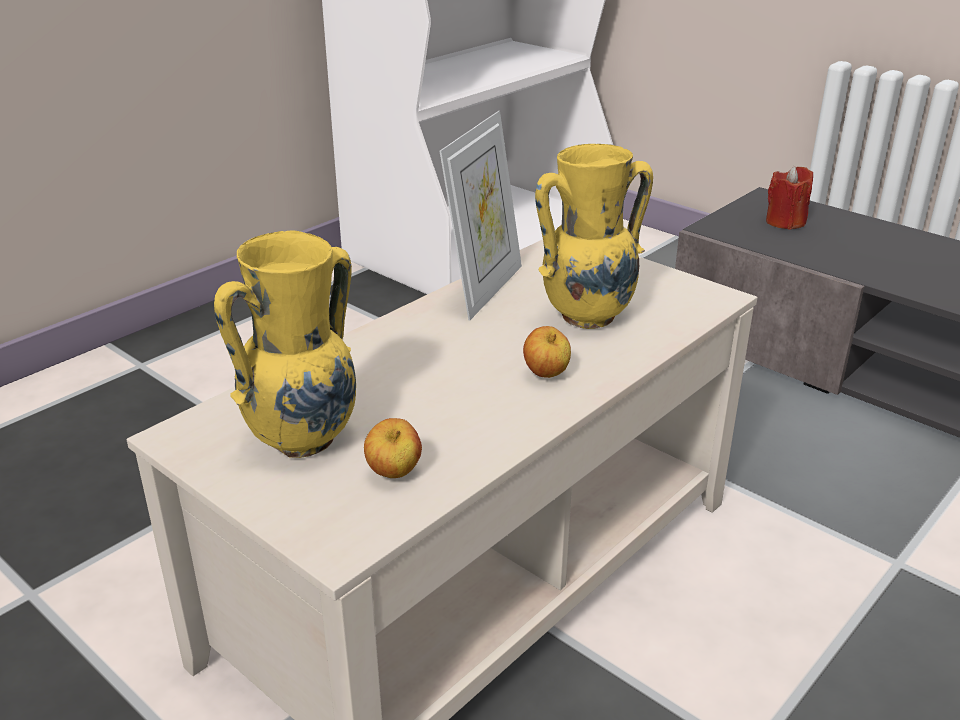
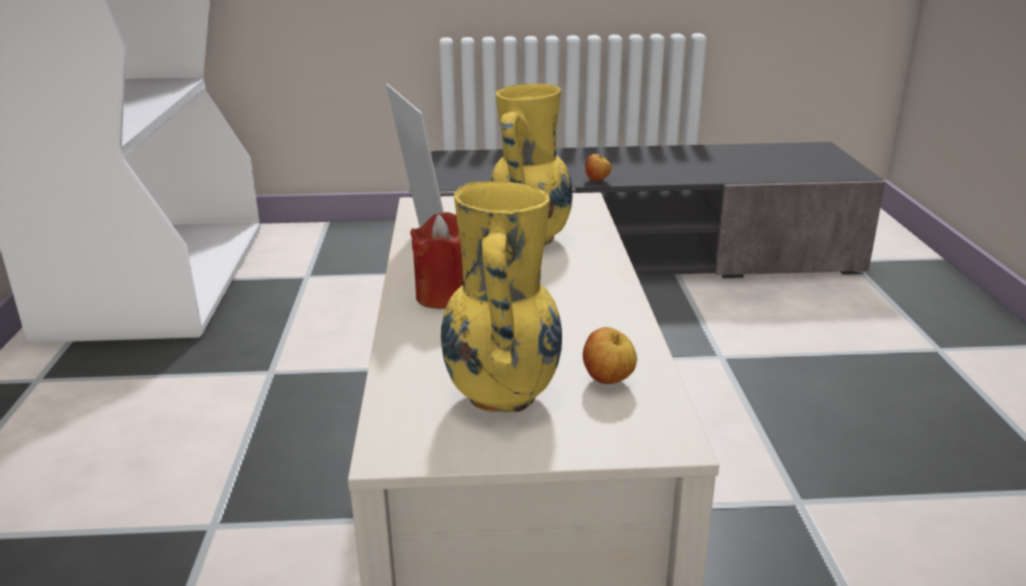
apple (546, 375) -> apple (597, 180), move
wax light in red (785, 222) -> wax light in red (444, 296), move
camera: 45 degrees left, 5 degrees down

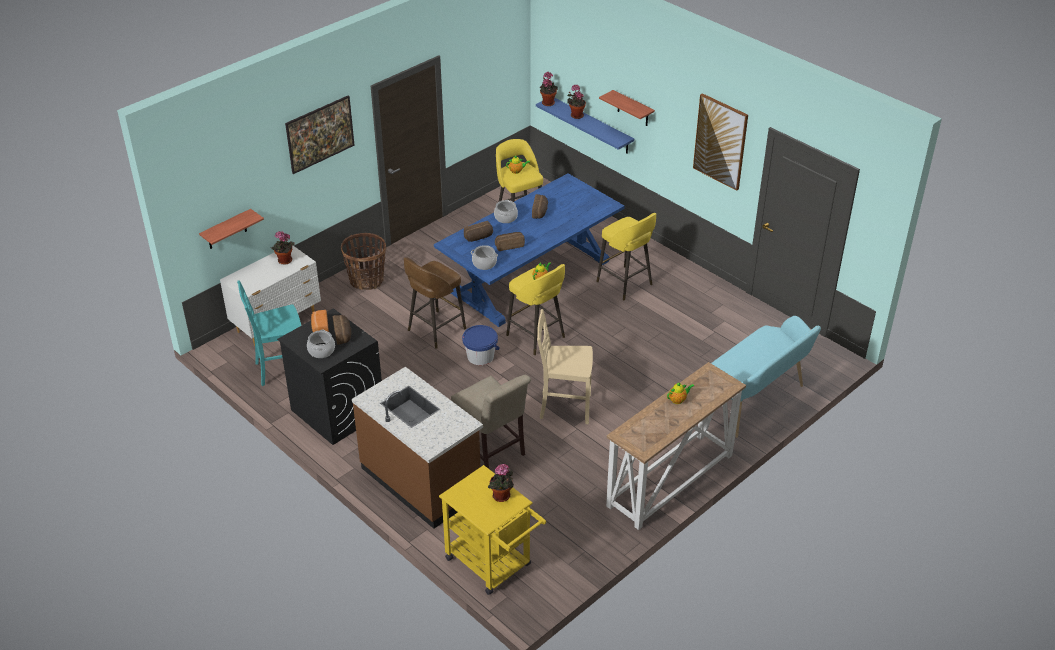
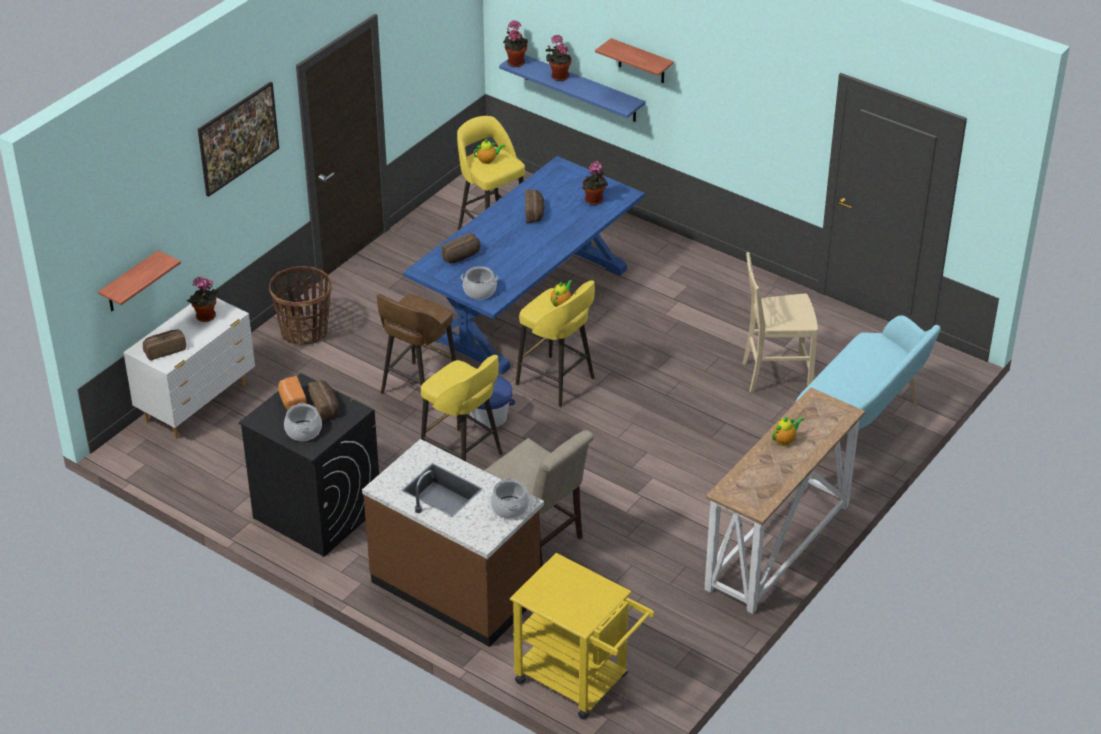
upright chair in turquoise (280, 369) -> none
houseplant (501, 497) -> houseplant (594, 201), move
stockpot (506, 218) -> stockpot (510, 507), move
bread (509, 245) -> bread (164, 350), move
upright chair in sand-coloured (564, 407) -> upright chair in sand-coloured (774, 375), move
stool in yellowish (625, 284) -> stool in yellowish (463, 457), move
wall art (720, 141) -> none
camera: 10 degrees left, 0 degrees up

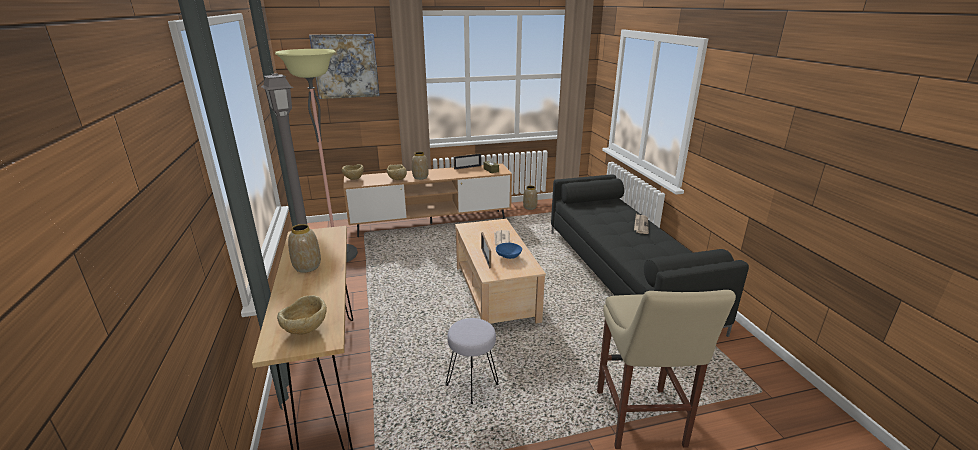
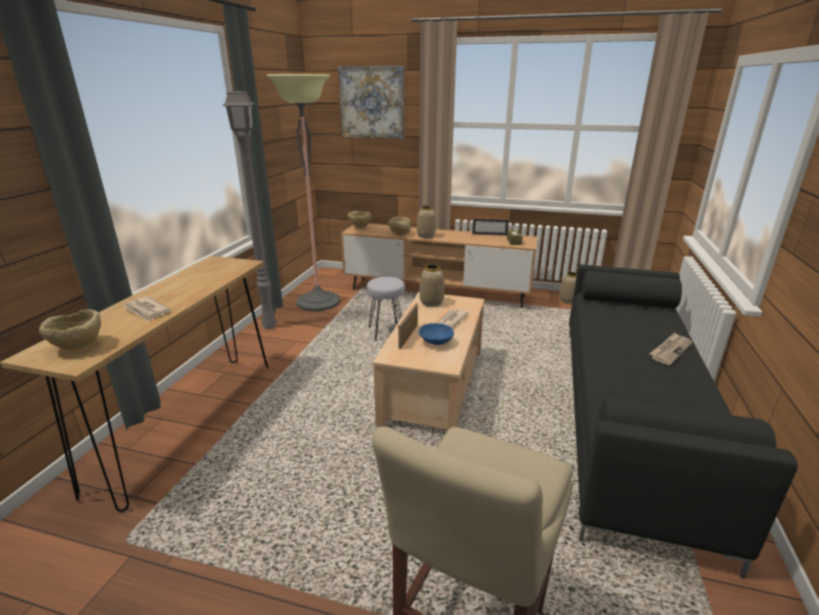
vase (307, 267) -> vase (431, 303), move
stool in greyish (472, 385) -> stool in greyish (387, 332), move
none -> daily paper (147, 311)
camera: 30 degrees right, 0 degrees up

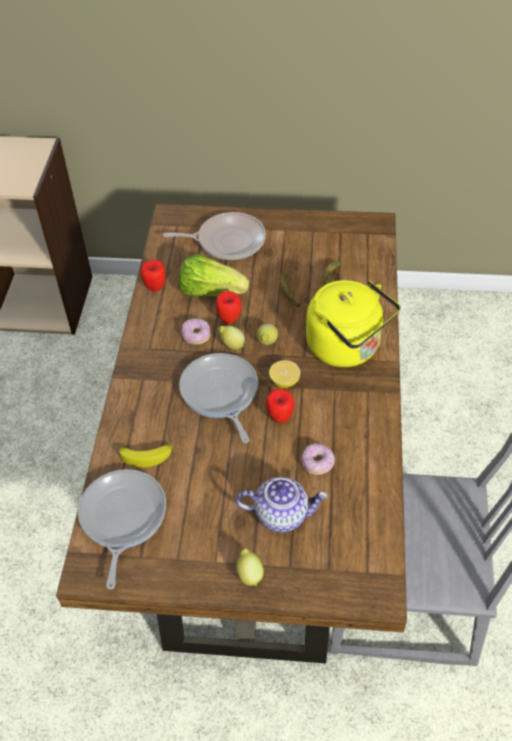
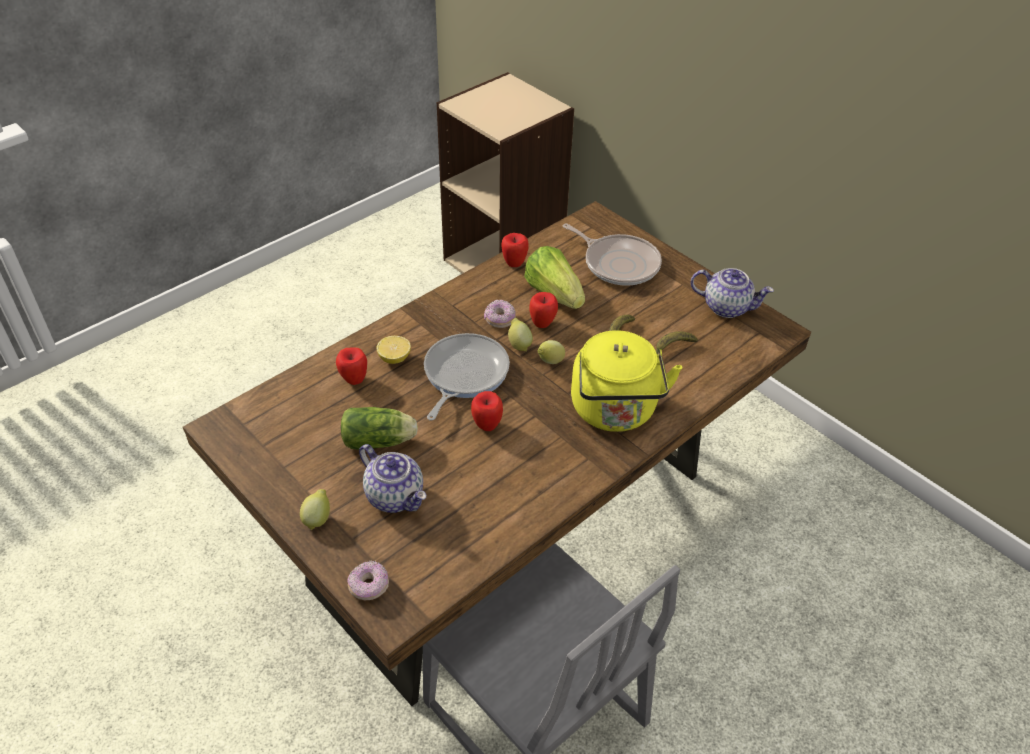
skillet (122, 518) -> none
banana fruit (147, 456) -> apple (354, 380)
whole lemon (284, 381) -> whole lemon (394, 358), move
ring doughnut (317, 463) -> ring doughnut (369, 586), move
none -> lettuce head (381, 441)
none -> teapot (727, 307)
camera: 40 degrees right, 5 degrees down

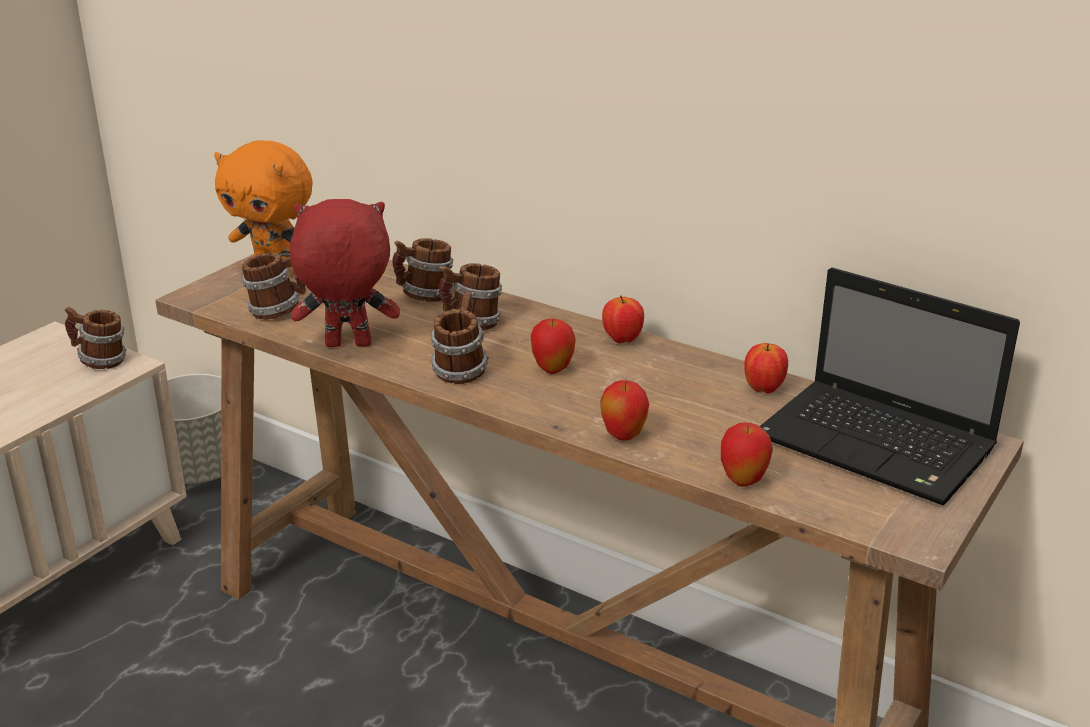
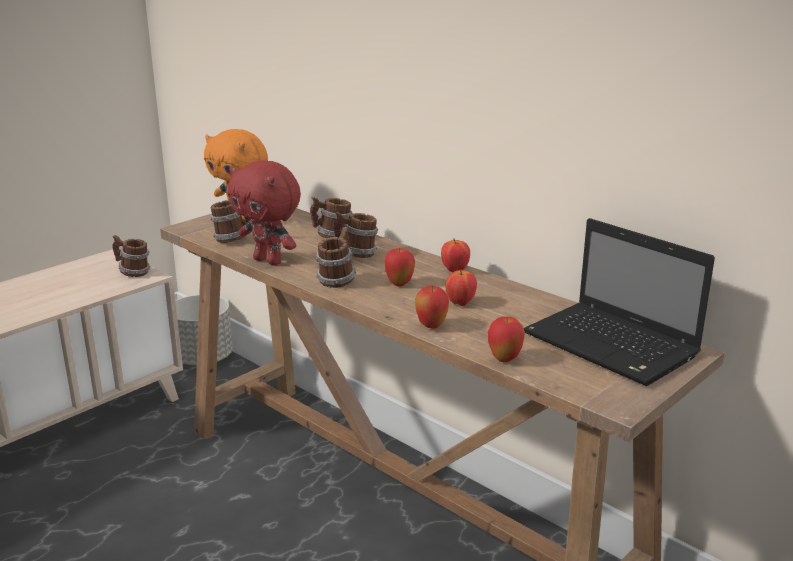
plush toy in red (347, 346) -> plush toy in red (269, 261), 150 degrees counterclockwise
apple (763, 389) -> apple (460, 303), move
camera: 10 degrees right, 5 degrees down

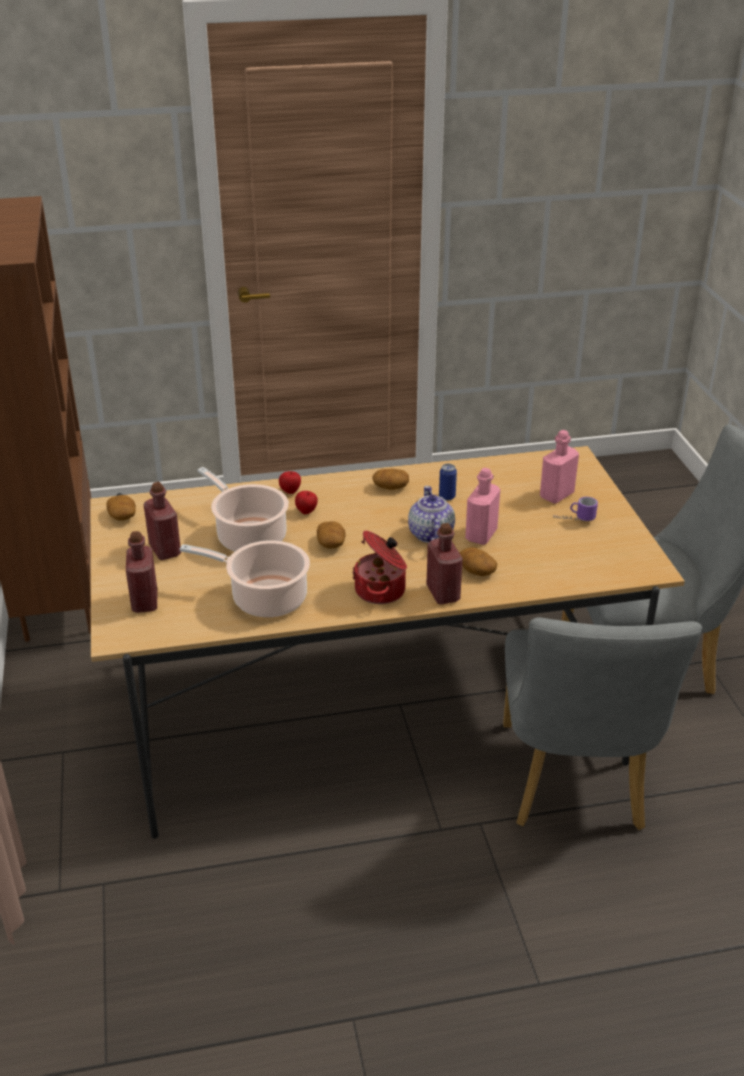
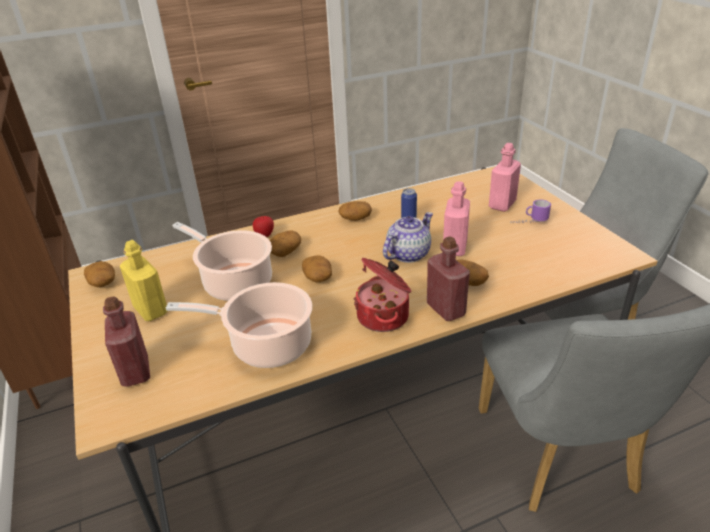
drink bottle in red (165, 550) -> drink bottle in yellowish (151, 310)
apple (307, 512) -> spud (285, 251)
teapot (430, 534) -> teapot (408, 254), 60 degrees clockwise
camera: 10 degrees left, 0 degrees up

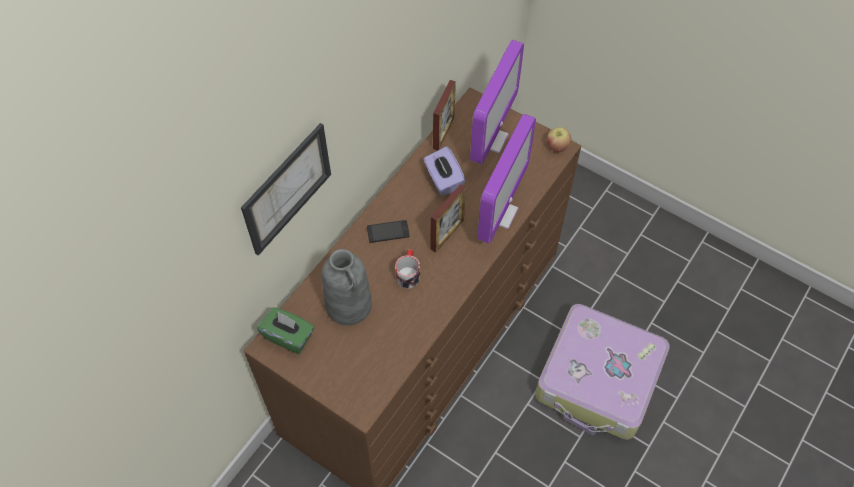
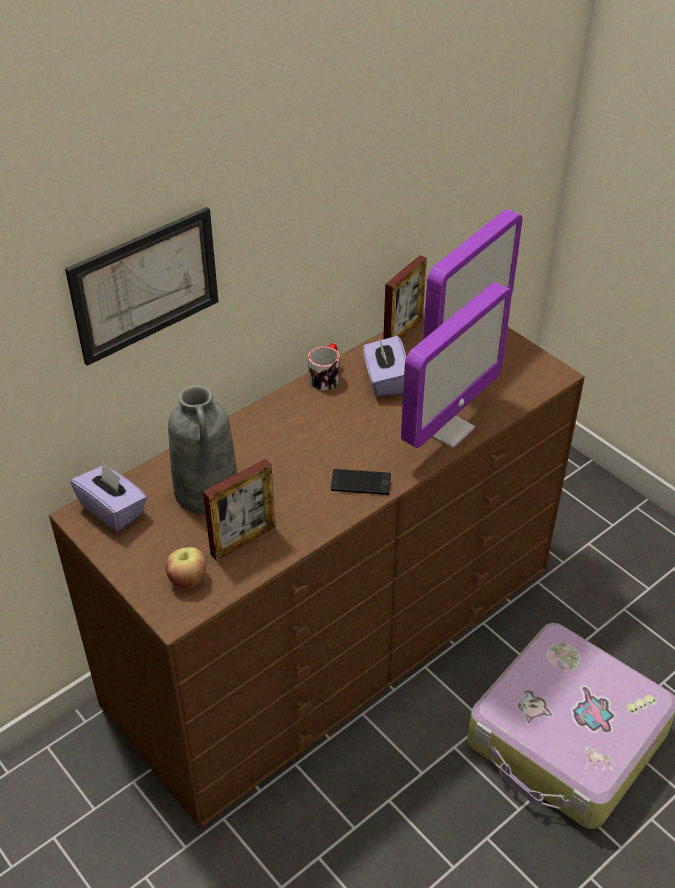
tissue holder in greenish (288, 336) -> tissue holder in purple (113, 510)
handset (388, 232) -> handset (360, 482), move
tea mug (408, 273) -> tea mug (326, 376), move
photo frame (447, 234) -> photo frame (243, 540), move
apple (557, 146) -> apple (188, 579), move
camera: 15 degrees right, 15 degrees down

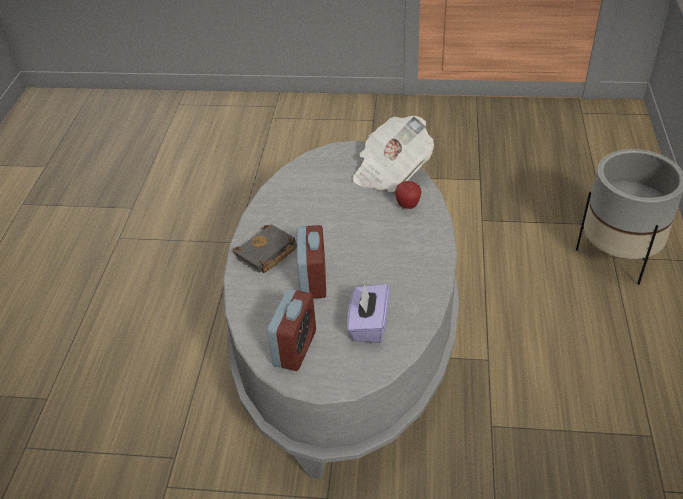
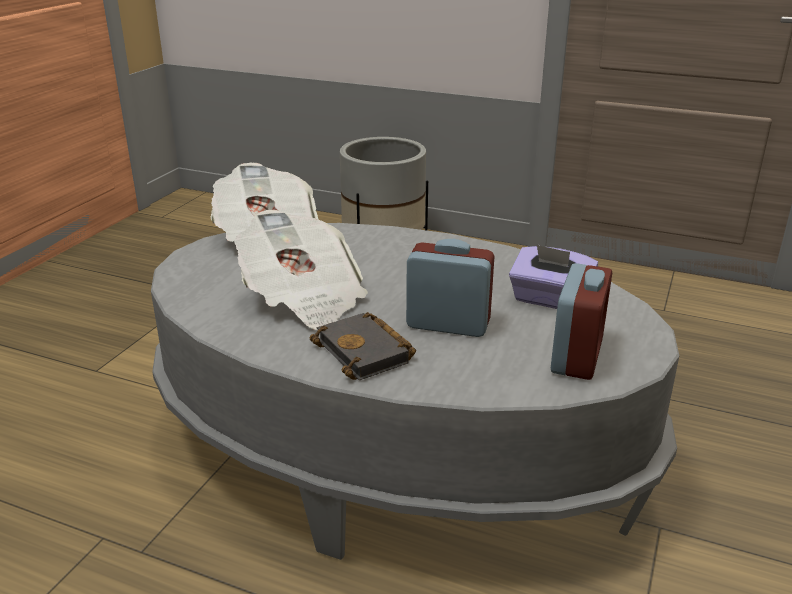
alarm clock (295, 348) -> alarm clock (577, 356), 75 degrees clockwise
apple (407, 206) -> none
none -> daily paper (304, 299)
camera: 75 degrees left, 15 degrees down

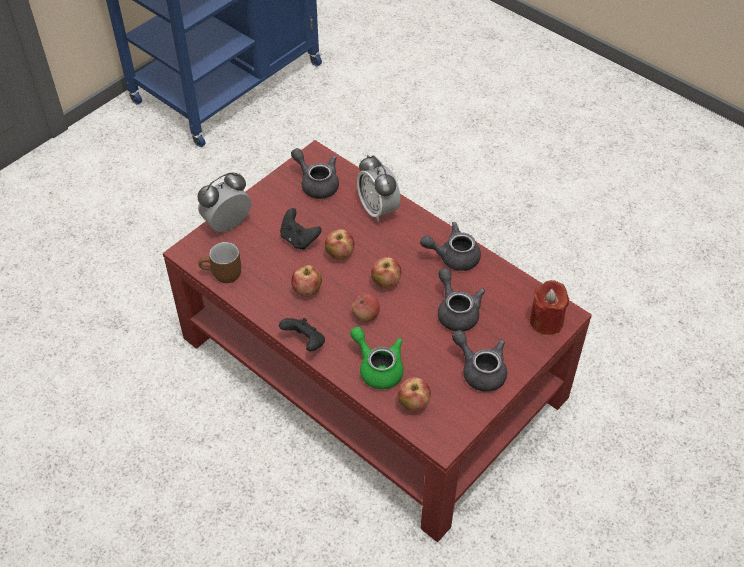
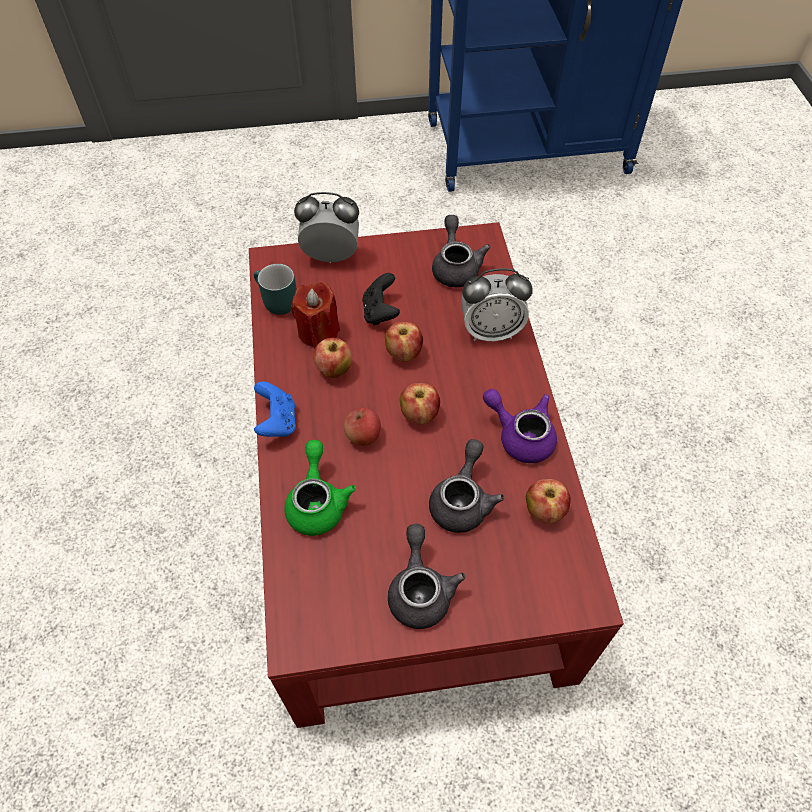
tea mug in brown-coloured (222, 275) -> tea mug in turquoise (275, 302)
gamepad in black (305, 342) -> gamepad in blue (277, 422)
alarm clock (378, 209) -> alarm clock (491, 331), 105 degrees counterclockwise
apple (413, 403) -> apple (544, 511), move
teapot in greyish (453, 257) -> teapot in purple (520, 435)
wax light in red (546, 321) -> wax light in red (318, 331), move
camera: 40 degrees right, 5 degrees up

